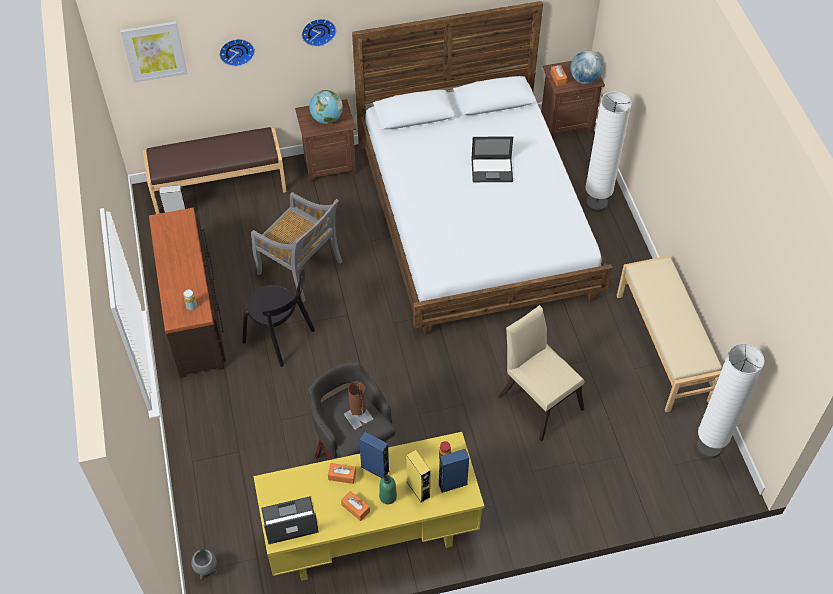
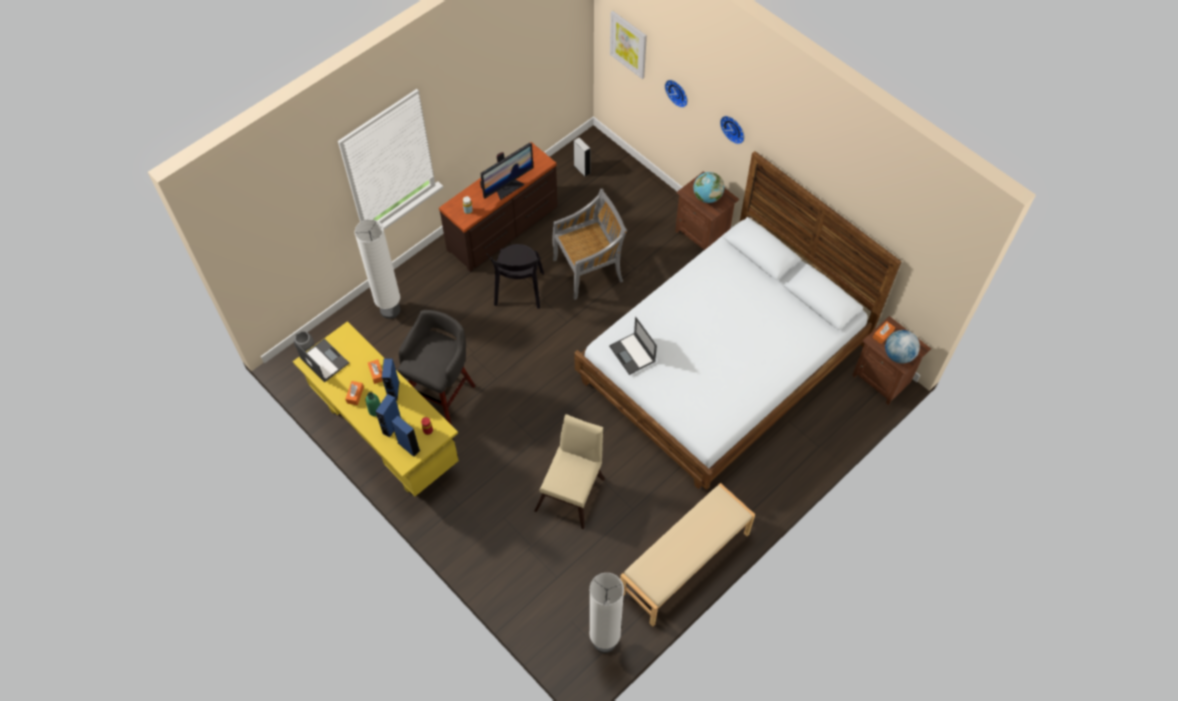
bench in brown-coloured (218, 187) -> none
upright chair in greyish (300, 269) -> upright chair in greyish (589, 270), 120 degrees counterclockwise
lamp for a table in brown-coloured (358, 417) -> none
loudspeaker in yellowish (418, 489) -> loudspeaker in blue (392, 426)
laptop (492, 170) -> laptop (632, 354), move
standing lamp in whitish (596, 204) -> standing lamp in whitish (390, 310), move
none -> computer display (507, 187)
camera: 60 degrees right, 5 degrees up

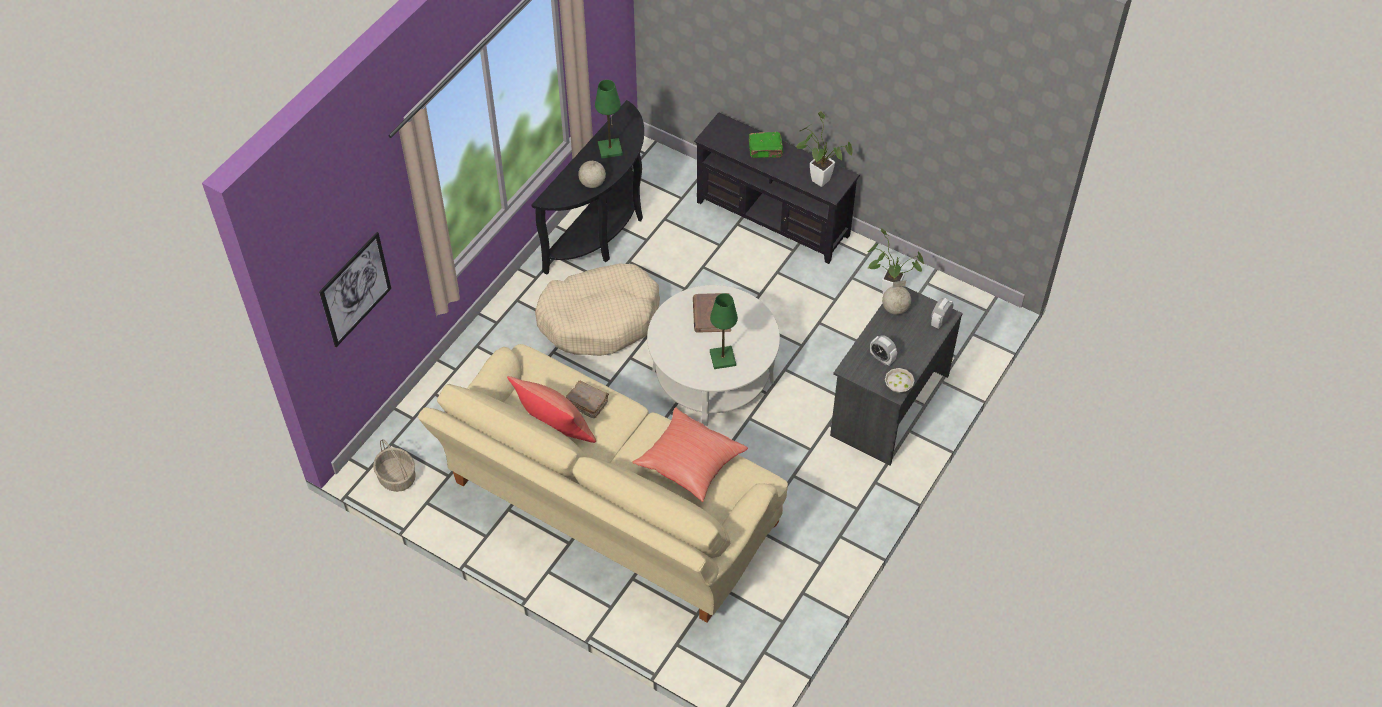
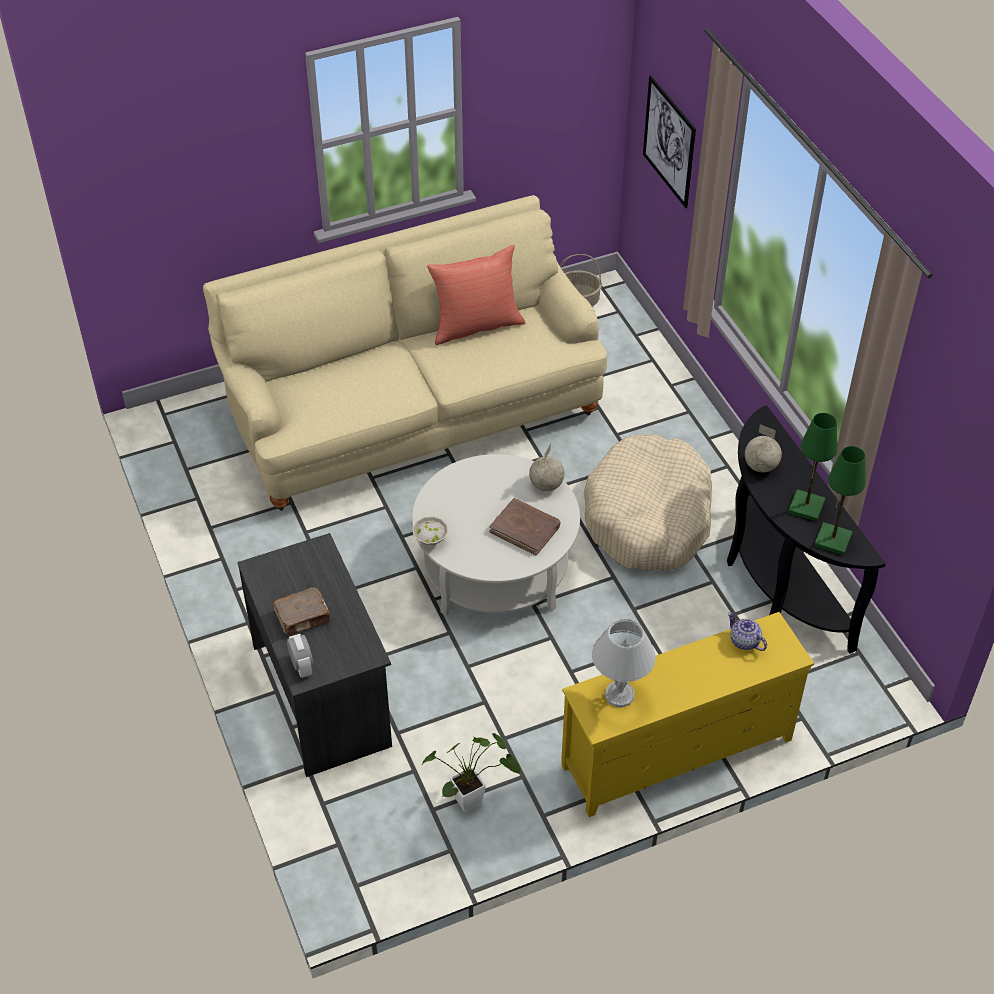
bound book in brown-coloured (586, 403) -> bound book in brown-coloured (303, 617), move
throw pillow in red (689, 464) -> none
tv unit in black (773, 219) -> tv unit in yellowish (677, 754)
lamp for a table in greenish (723, 358) -> lamp for a table in greenish (832, 540), move
bound book in greenish (766, 150) -> none
houseplant (817, 178) -> lamp for a table in whitish (620, 696)
alarm clock (882, 358) -> none
desk globe (894, 309) -> desk globe (546, 485), move
deep dish in whitish (897, 388) -> deep dish in whitish (430, 539), move
none -> teapot (744, 641)
camera: 125 degrees right, 5 degrees down

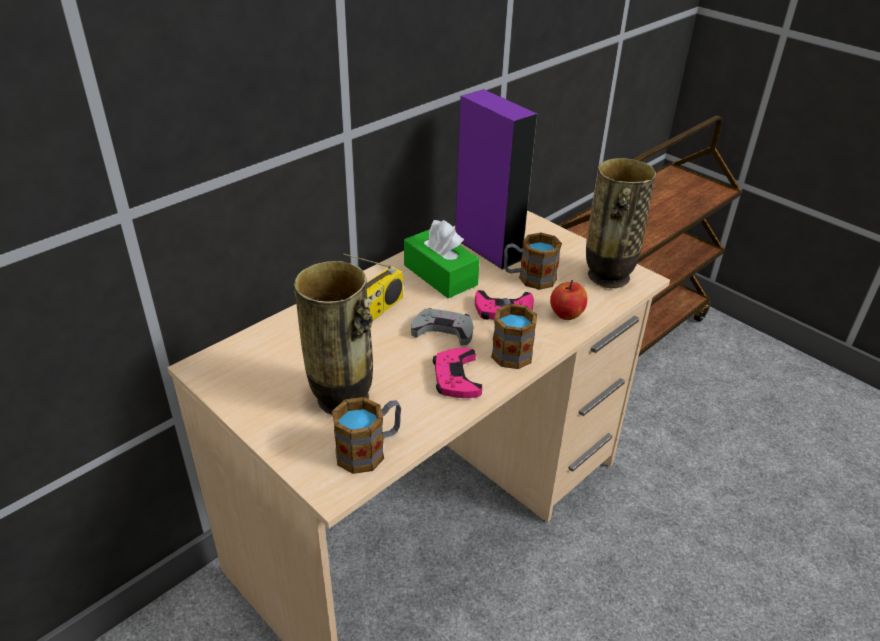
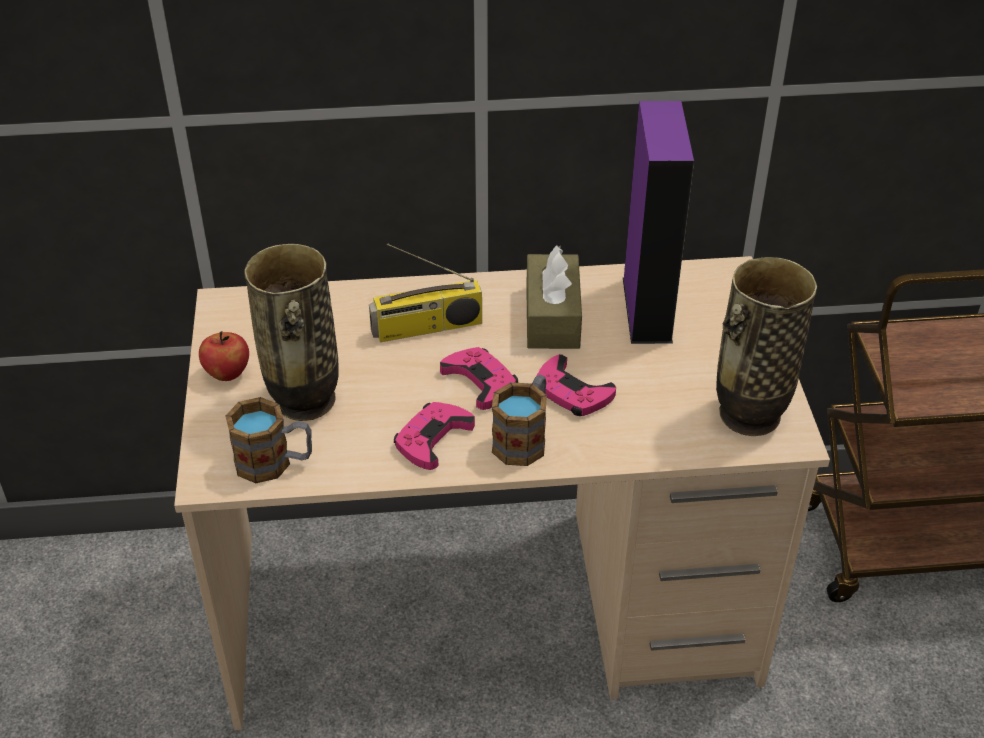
tissue holder in greenish (440, 275) -> tissue holder in brown-coloured (552, 317)
gamepad in greyish (443, 330) -> gamepad in pinkish (480, 381)
tea mug (529, 278) -> none
apple (566, 315) -> apple (227, 373), move
camera: 40 degrees right, 5 degrees up

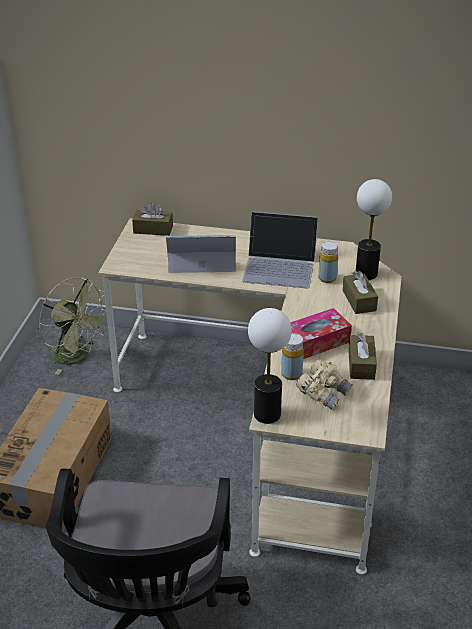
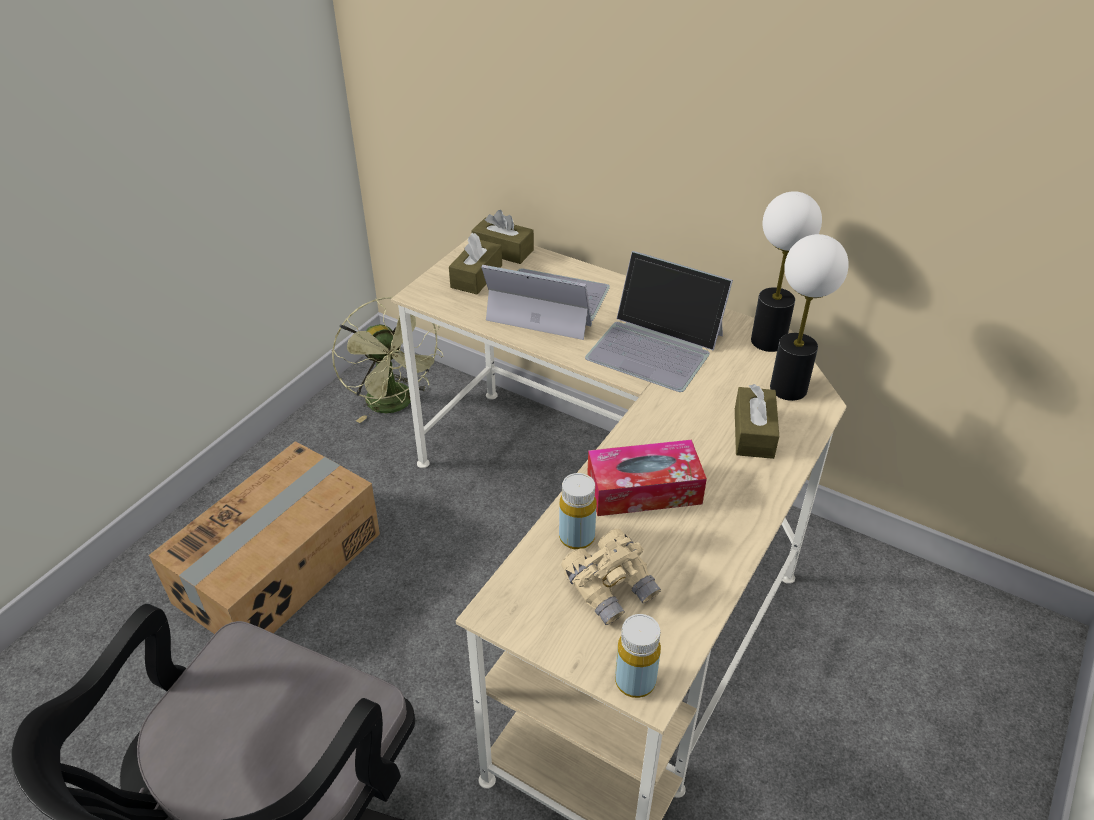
lamp for a table (267, 414) -> lamp for a table (768, 341), move
drink bottle in yellowish (327, 278) -> drink bottle in yellowish (635, 681), move
tissue holder in brown-coloured (361, 364) -> tissue holder in brown-coloured (476, 276), move
camera: 20 degrees right, 5 degrees up

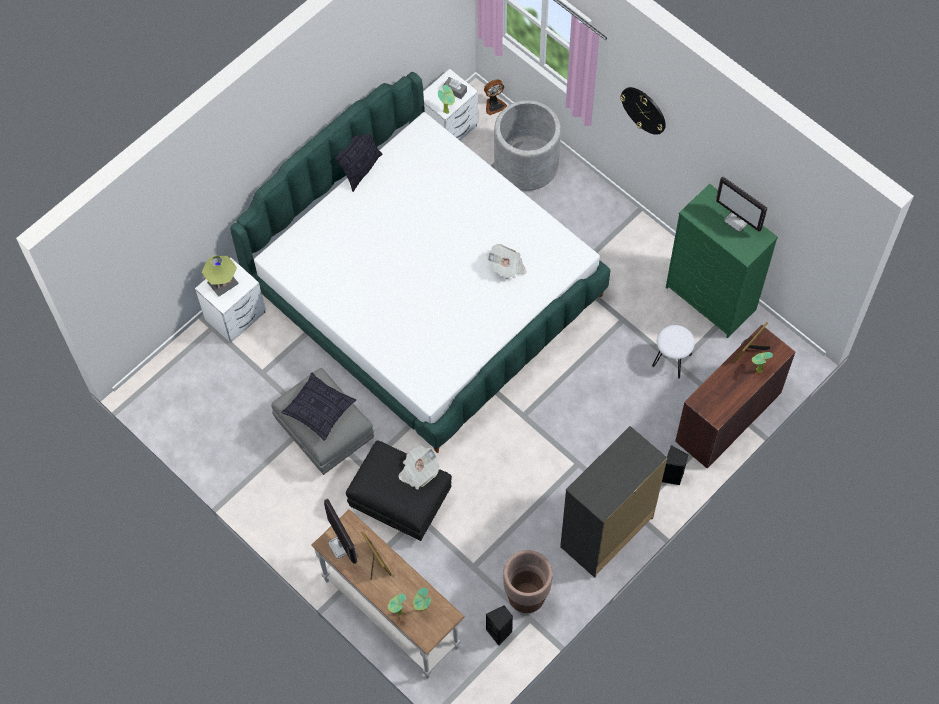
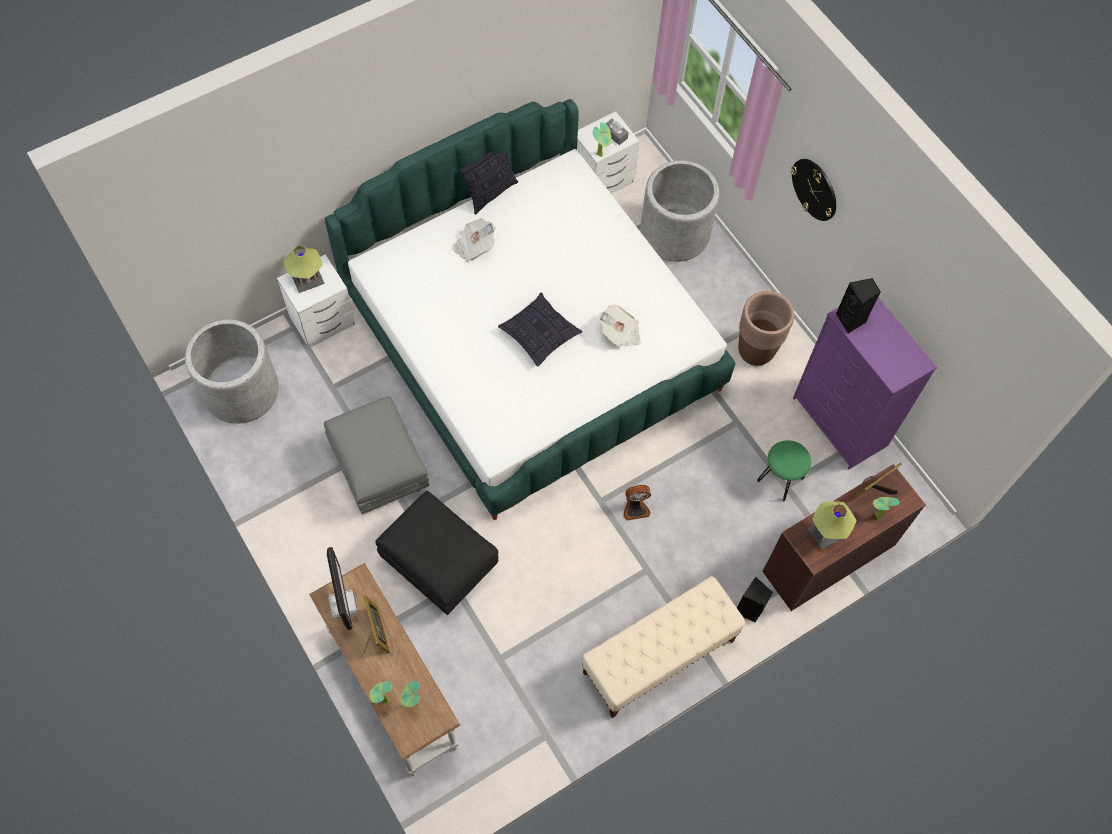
throw pillow (319, 410) -> throw pillow (539, 334), move
daily paper (418, 471) -> daily paper (473, 246), move
fan (494, 105) -> fan (635, 508), move
loudspeaker in black (500, 632) -> loudspeaker in black (851, 320), move
planter in brown-coloured (526, 597) -> planter in brown-coloured (756, 351), move
drawer chest in black (606, 533) -> bench in sand-coloured (658, 657)
stool in whitish (672, 360) -> stool in greenish (780, 479)
drawer chest in greenish (711, 299) -> drawer chest in purple (840, 422)
computer display (738, 220) -> none
none -> planter in greyish (241, 390)
none -> lamp for a table (826, 533)
camera: 10 degrees right, 0 degrees up

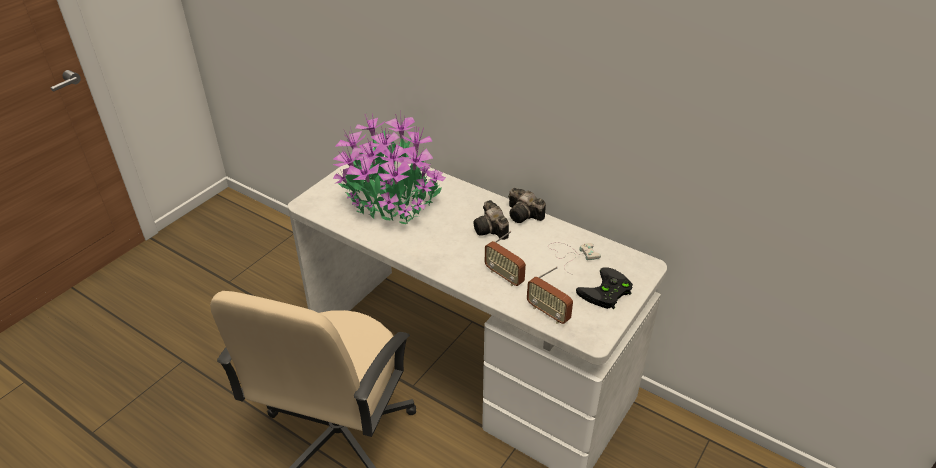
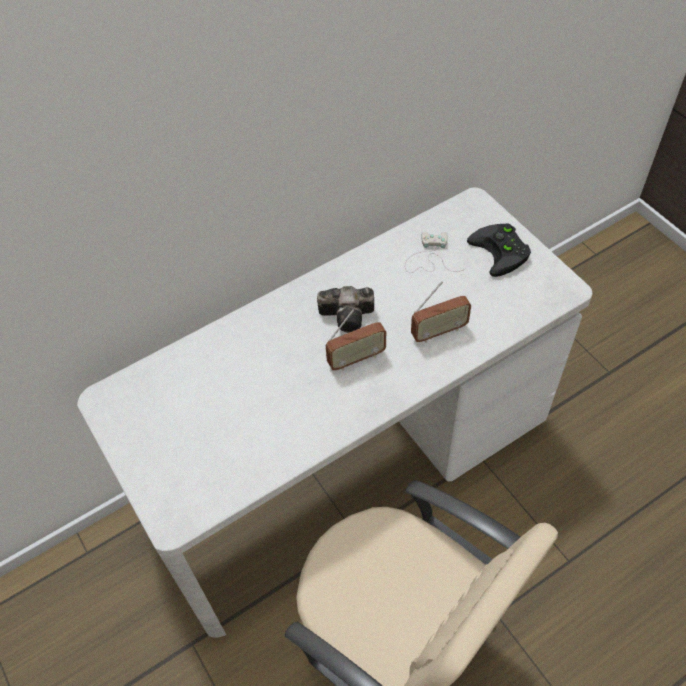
houseplant (391, 199) -> none
photo camera (525, 215) -> none
radio receiver (548, 313) -> radio receiver (356, 358), move
camera: 65 degrees left, 15 degrees up

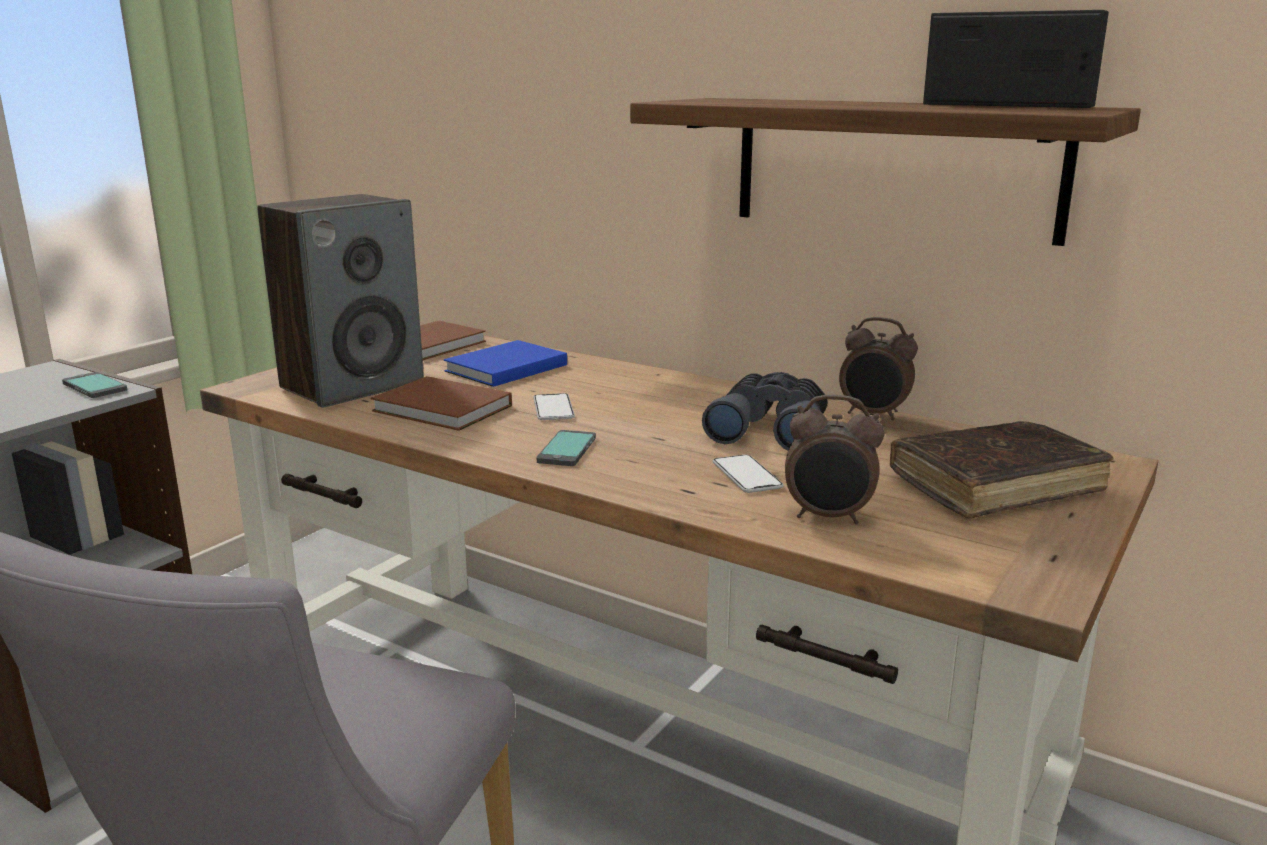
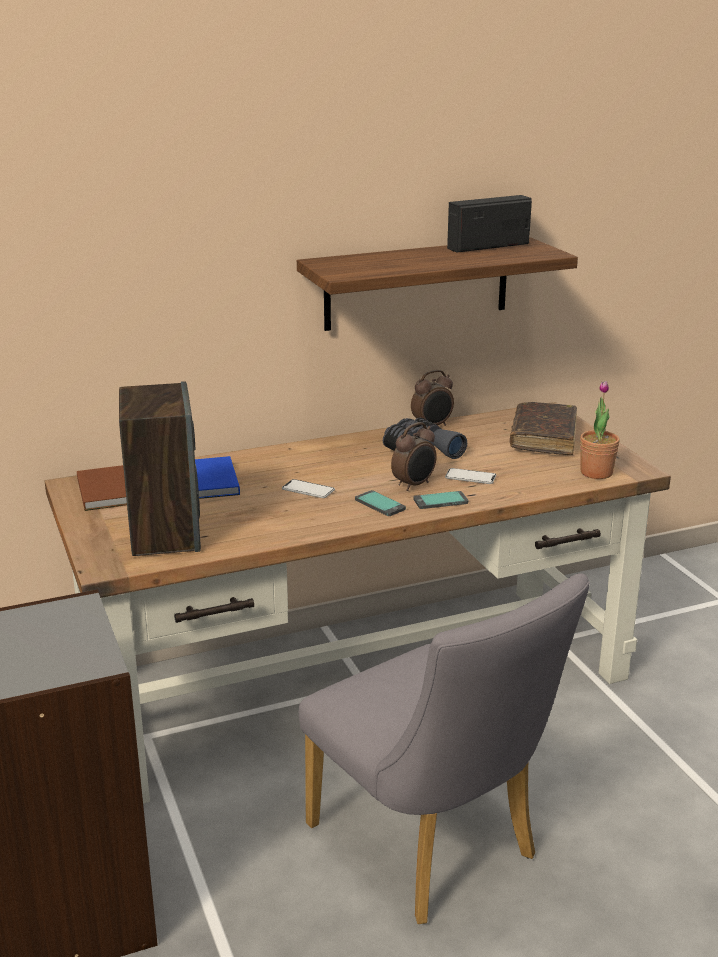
handset (94, 387) -> handset (440, 501), move
bound book in brown-coloured (443, 409) -> none
alarm clock (829, 517) -> alarm clock (414, 485), move
none -> houseplant (596, 473)
camera: 55 degrees left, 5 degrees up

